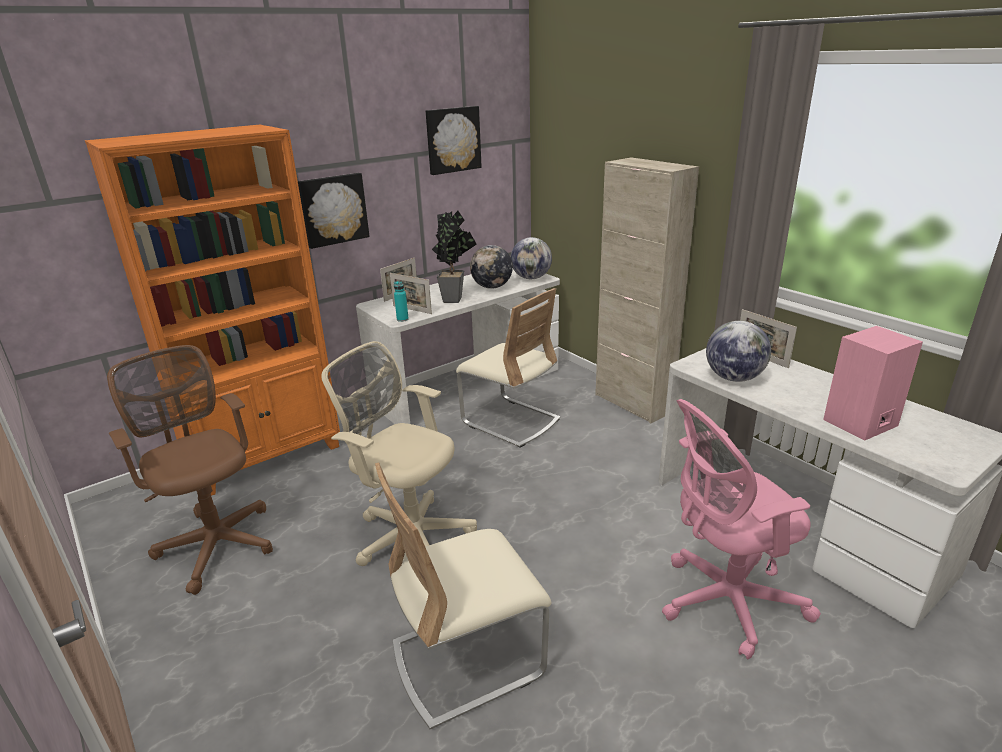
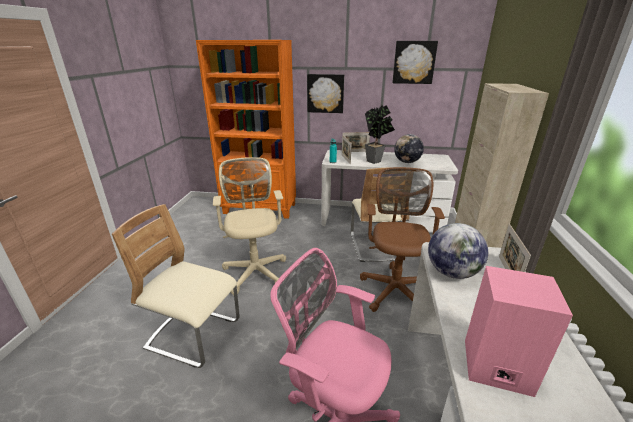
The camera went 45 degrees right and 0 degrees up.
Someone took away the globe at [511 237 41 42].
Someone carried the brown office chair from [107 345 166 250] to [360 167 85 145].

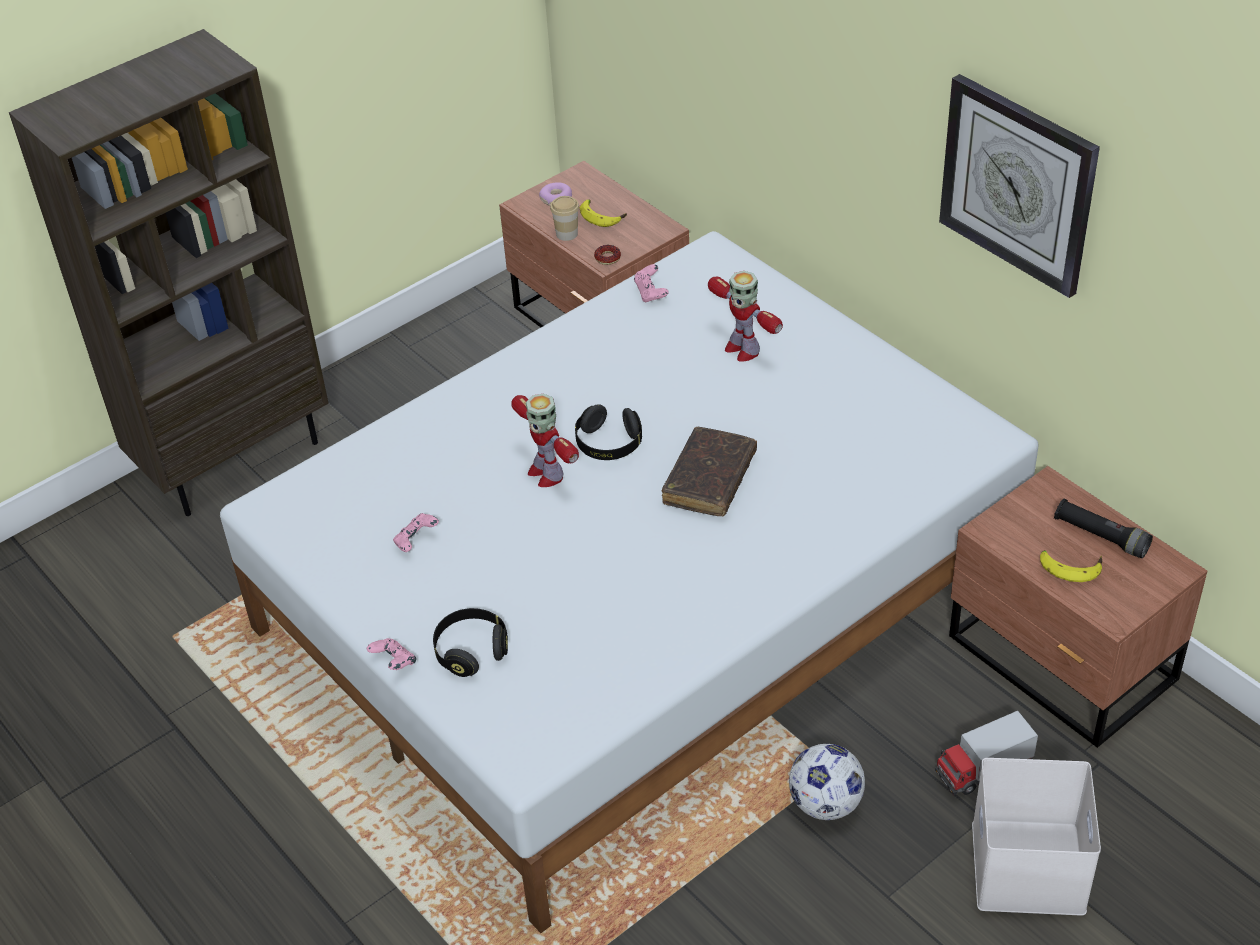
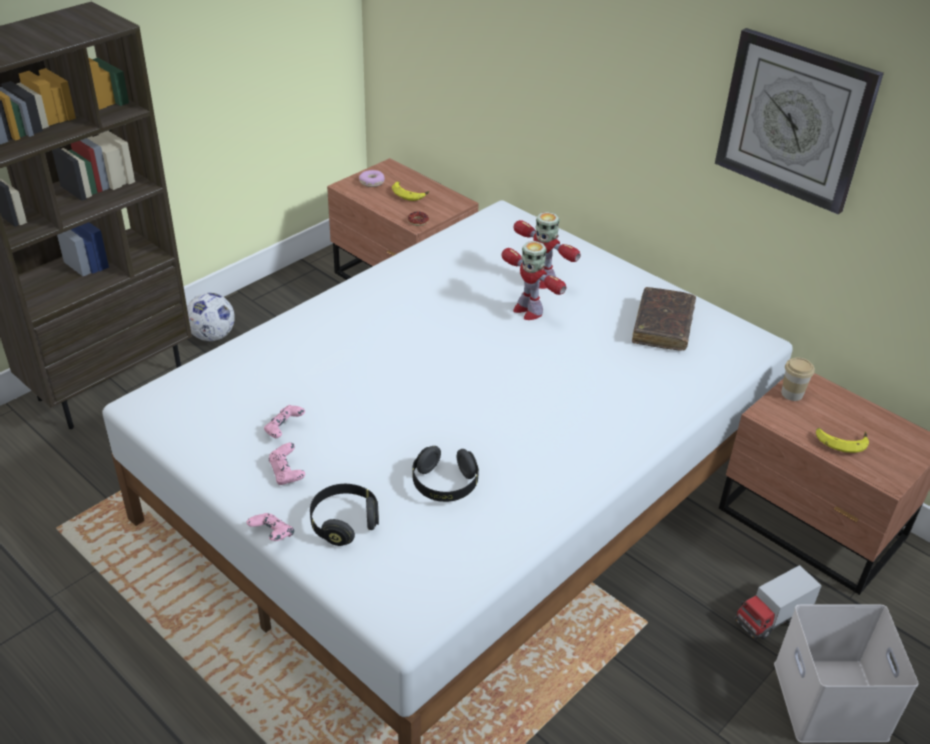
The camera went 10 degrees left and 5 degrees down.
Someone carried the cup from [550 196 29 45] to [781 358 34 43].
Someone carried the pink game controller from [634 264 35 38] to [269 443 36 42].
Someone carried the toy robot from [511 393 68 94] to [501 241 65 79].
Someone carried the black headphones from [575 404 67 56] to [412 446 67 56].
Someone carried the brown book from [662 427 95 89] to [632 287 64 63].
Someone took away the black flashlight at [1054 499 99 59].
Someone carried the football from [789 744 76 76] to [187 293 48 48].

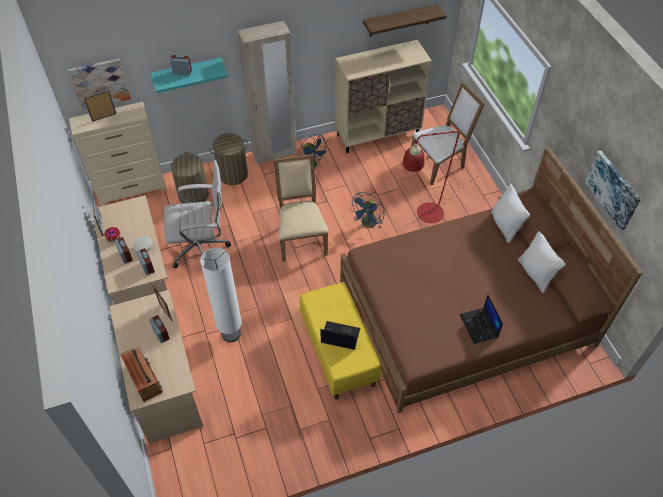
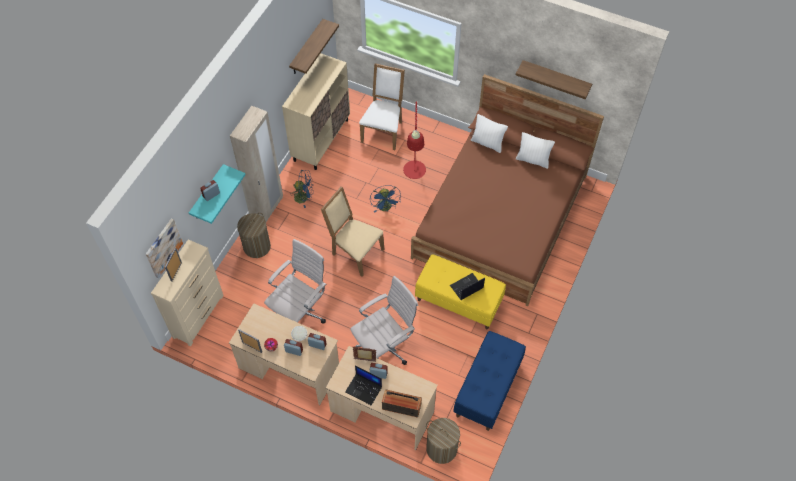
The camera went 45 degrees left and 5 degrees up.
Someone swapped the picture at [585 151 56 80] for the shelf at [516 60 76 39].
Someone carried the laundry basket from [171 152 38 52] to [426 418 35 46].
Someone swapped the white floor lamp at [200 248 42 94] for the white office chair at [350 276 68 89].
Someone carried the laptop from [460 295 43 49] to [345 365 37 40].
Someone put down the blue bench at [453 331 73 100].

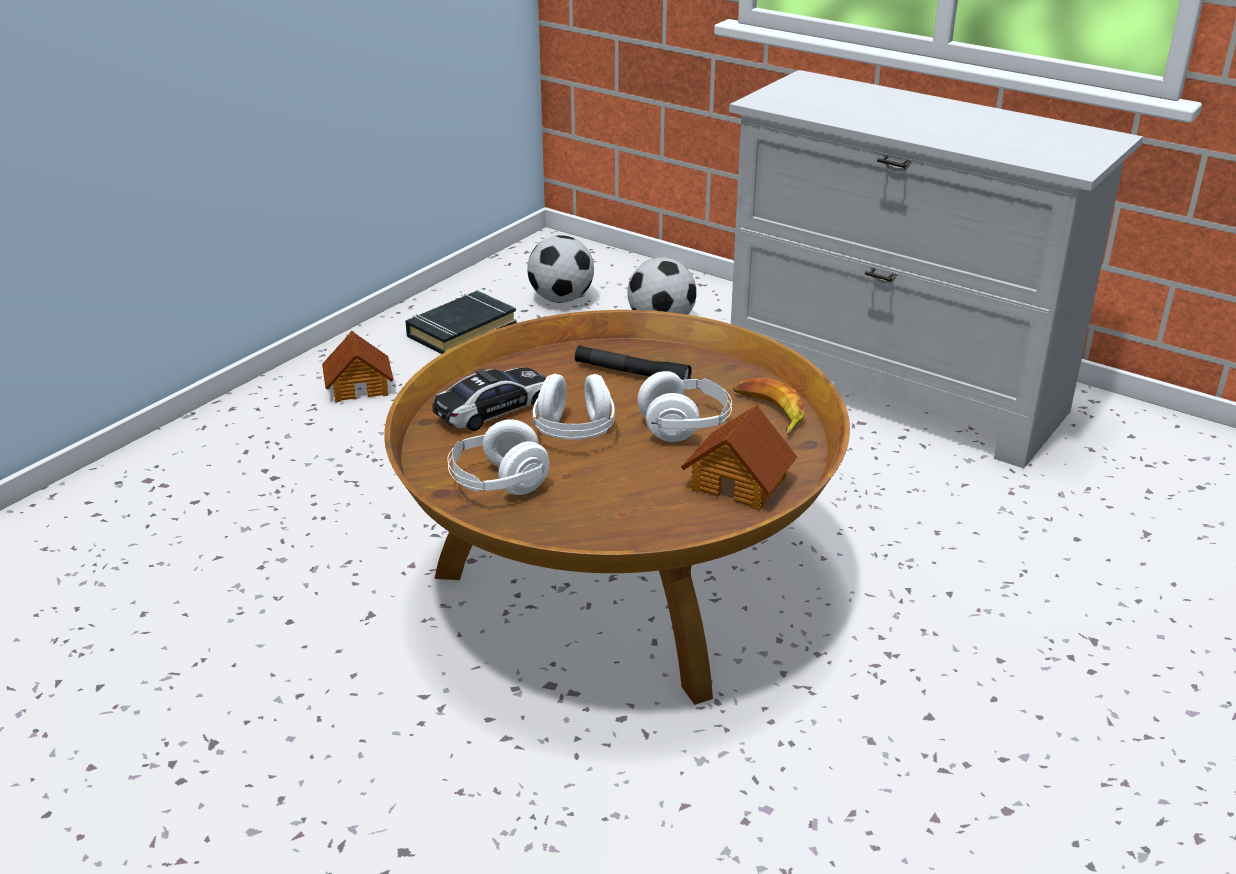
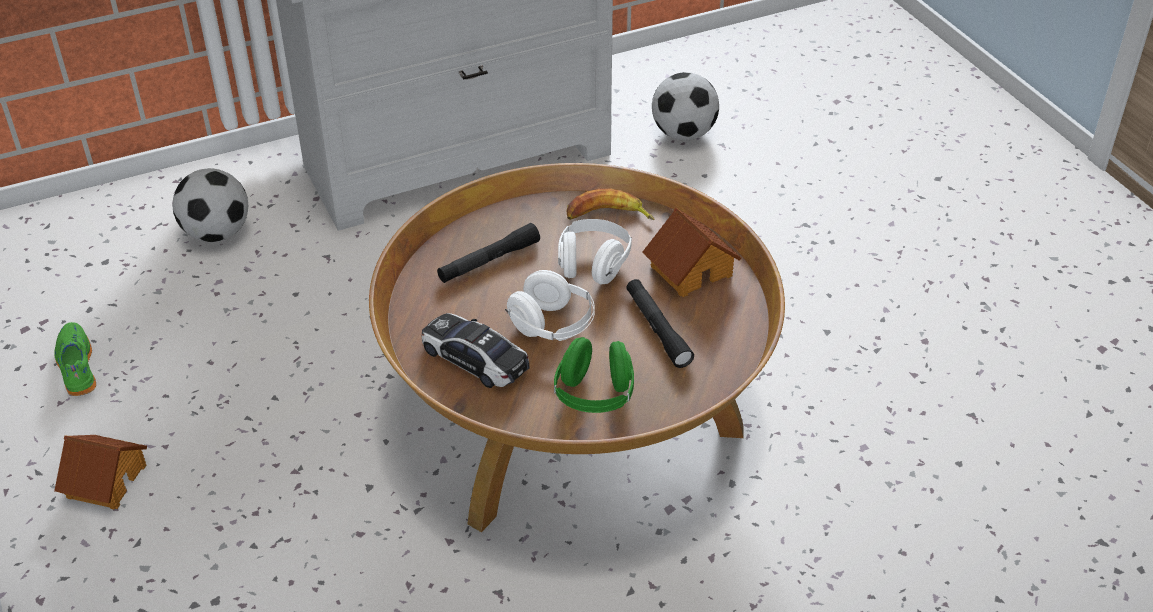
The camera went 60 degrees left and 10 degrees up.
Someone carried the football from [527 235 67 68] to [652 72 67 68].
Someone swapped the black book at [405 291 112 63] for the green shoe at [54 322 42 74].
Someone rotated the toy car at [432 367 114 64] by 45 degrees counterclockwise.
Someone repainted the white headphones at [447 419 103 76], which became the green headphones at [554 337 80 76].
Someone put down the black flashlight at [626 279 68 89].

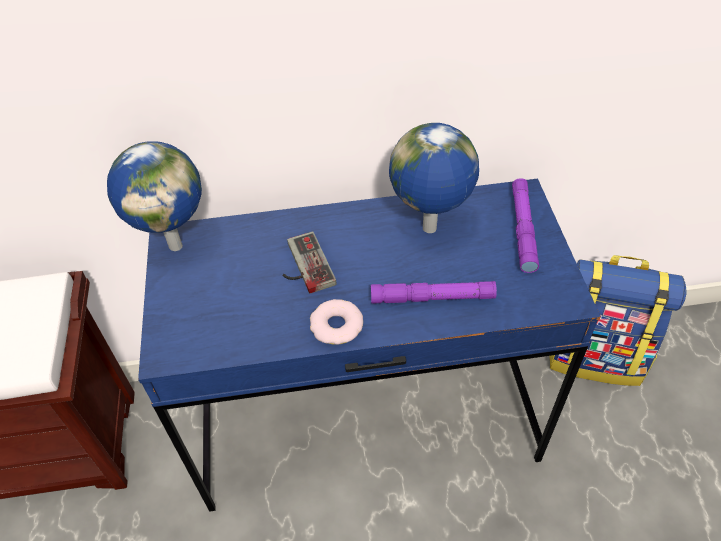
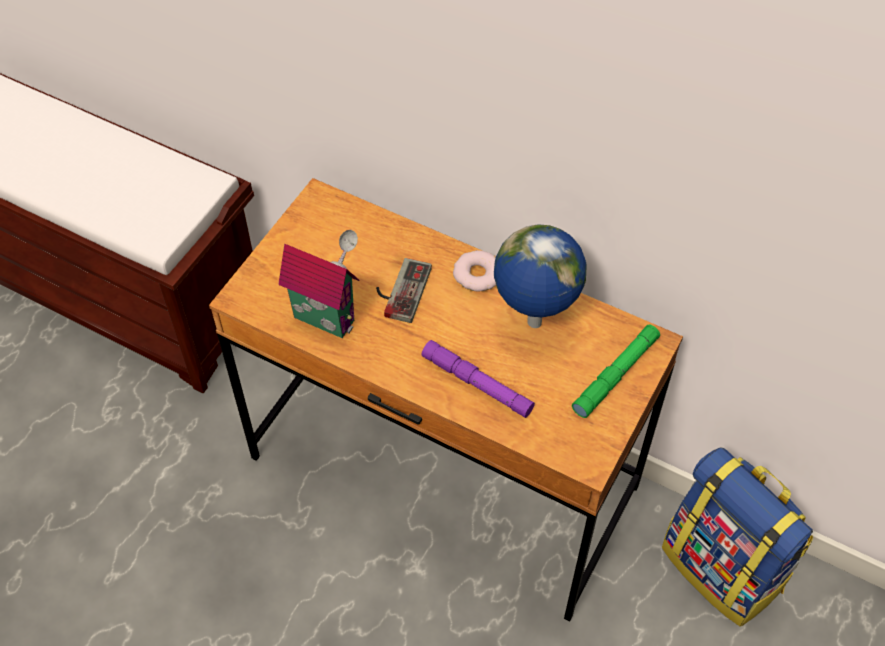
The camera went 35 degrees right and 5 degrees up.
Someone took away the globe at [107 141 95 110].
Someone repainted the purple flashlight at [512 178 27 95], which became the green flashlight at [572 325 88 93].
Someone repainted the blue desk at [138 179 463 332], which became the brown desk at [209 178 474 443].
Someone carried the donut from [310 299 53 46] to [453 250 43 42].
Someone put down the toy house at [278 230 82 108].

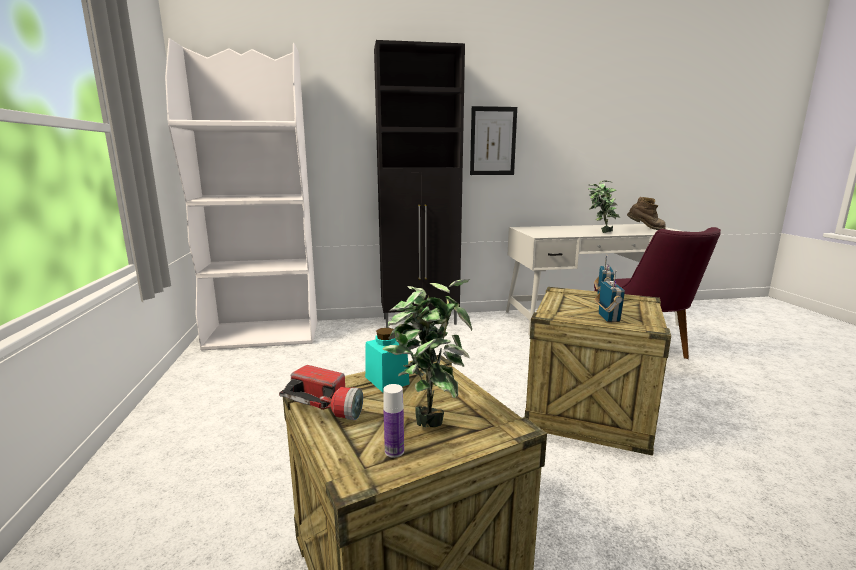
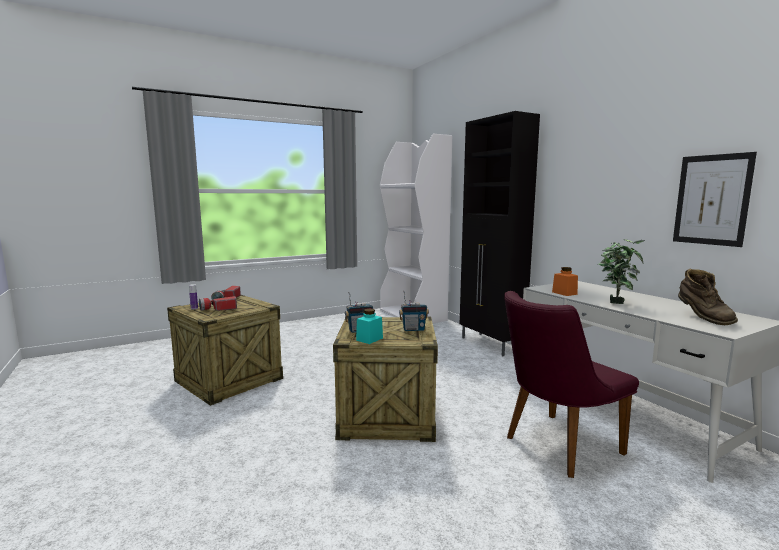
The camera went 70 degrees right and 5 degrees down.
Someone carried the picture from [470 106 47 69] to [673 152 84 95].
Someone swapped the potted plant at [382 279 90 148] for the flashlight at [199 296 38 15].
Someone carried the turquoise jar from [365 328 44 64] to [356 309 27 35].
Someone put down the orange jar at [552 267 26 29].

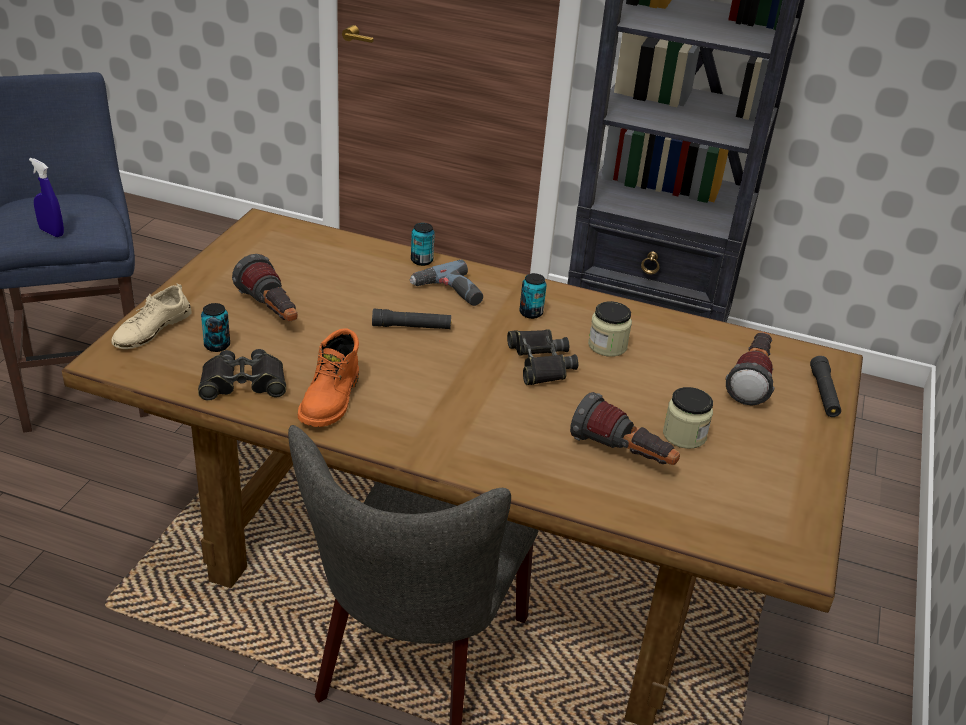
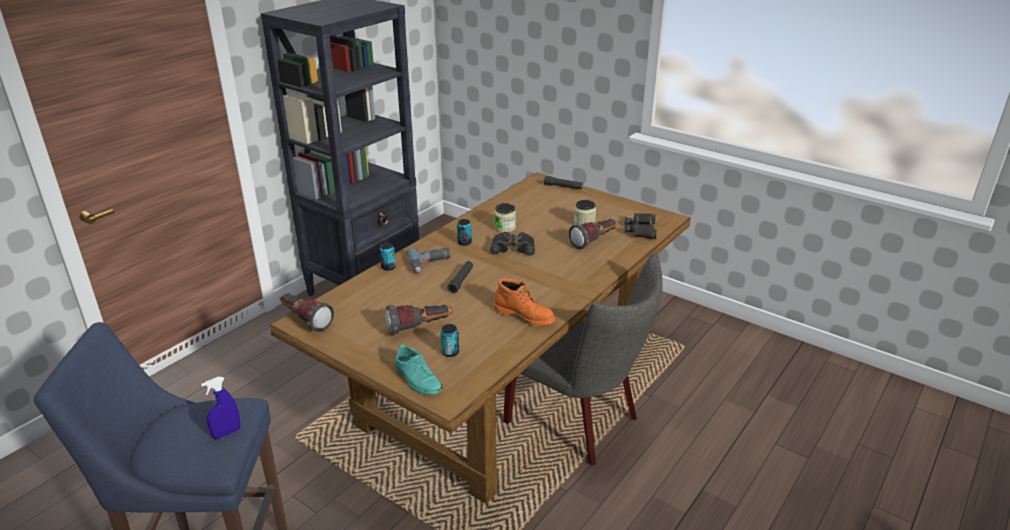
The camera went 70 degrees left and 5 degrees down.
Someone repainted the beige shoe at [111 283 81 66], which became the turquoise shoe at [395 344 47 51].
Someone carried the flashlight from [725 331 50 75] to [279 293 55 39].
Someone carried the black binoculars from [198 349 88 52] to [625 213 32 26].

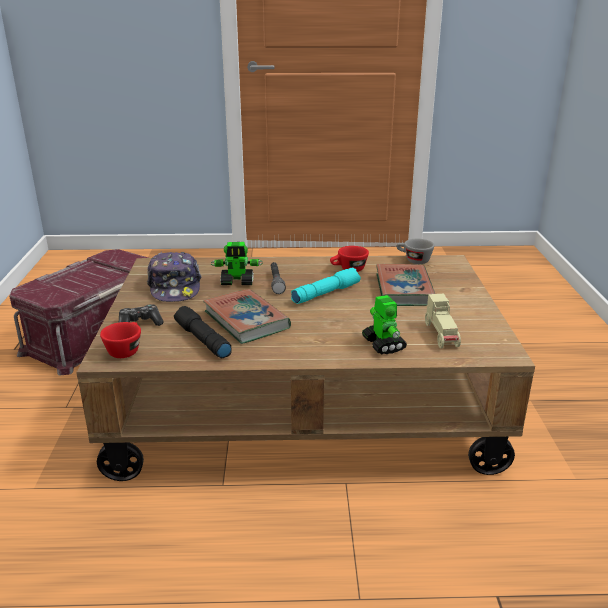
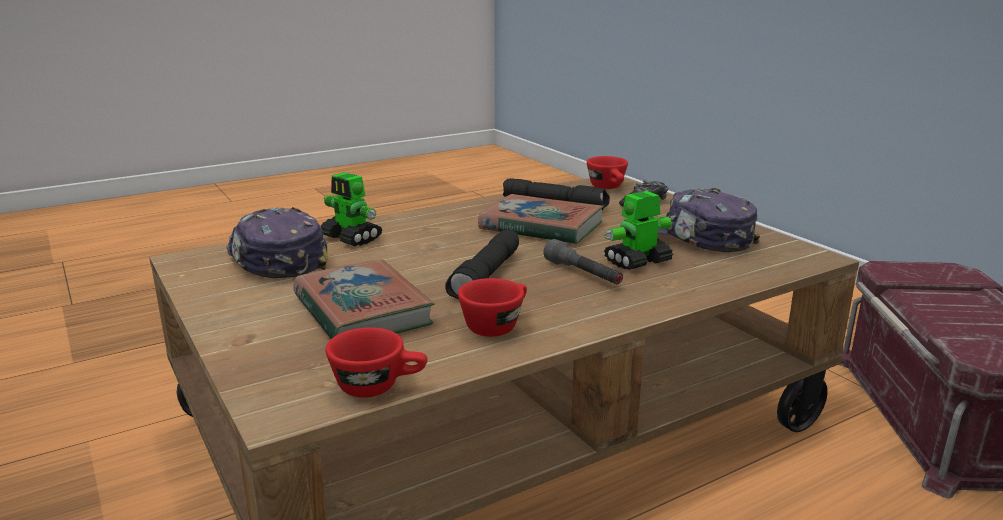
The camera went 150 degrees right and 5 degrees down.
Someone repainted the grey cup at [396 239 39 25], which became the red cup at [326 327 102 71].
Someone repainted the turquoise flashlight at [291 268 70 36], which became the black flashlight at [445 230 74 69].
Someone swapped the beige toy car at [425 294 36 54] for the cap at [226 207 102 71].

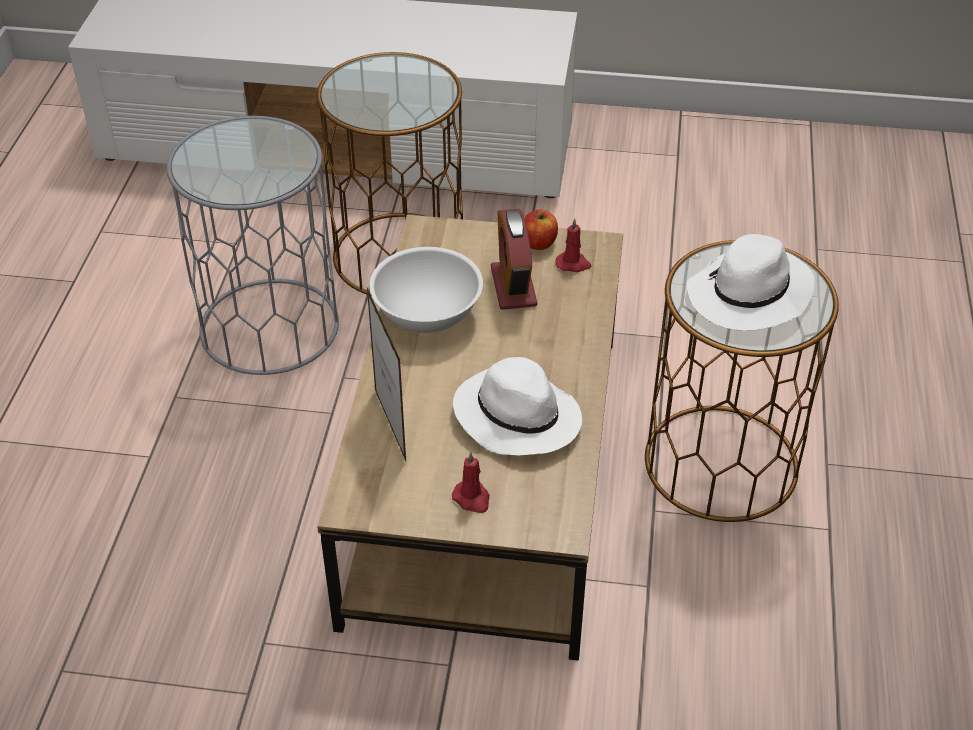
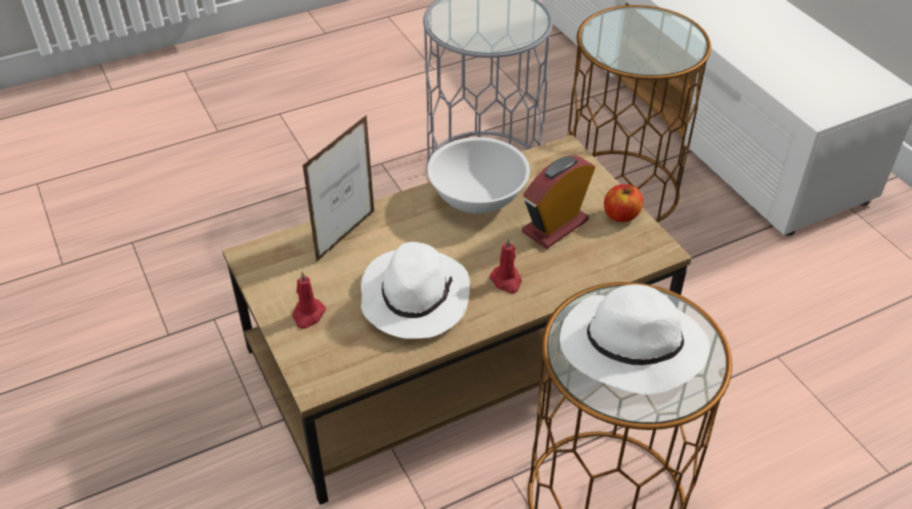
The camera went 55 degrees right and 0 degrees up.
Someone carried the red candle from [556 218 35 54] to [489 237 33 57].

